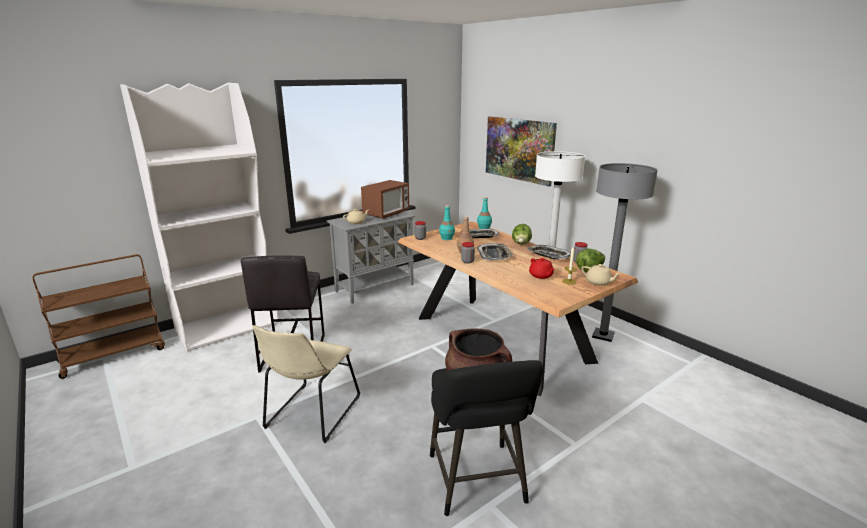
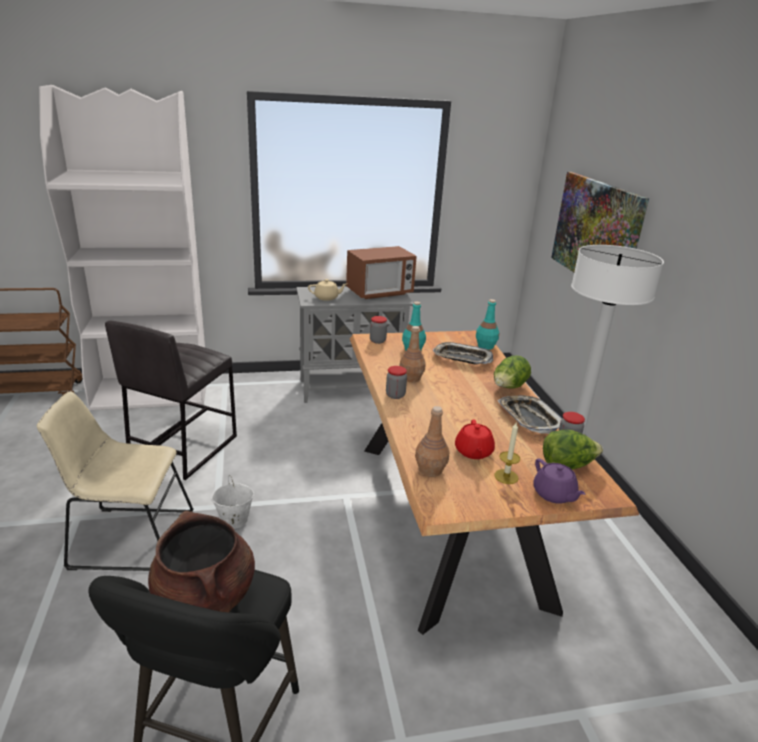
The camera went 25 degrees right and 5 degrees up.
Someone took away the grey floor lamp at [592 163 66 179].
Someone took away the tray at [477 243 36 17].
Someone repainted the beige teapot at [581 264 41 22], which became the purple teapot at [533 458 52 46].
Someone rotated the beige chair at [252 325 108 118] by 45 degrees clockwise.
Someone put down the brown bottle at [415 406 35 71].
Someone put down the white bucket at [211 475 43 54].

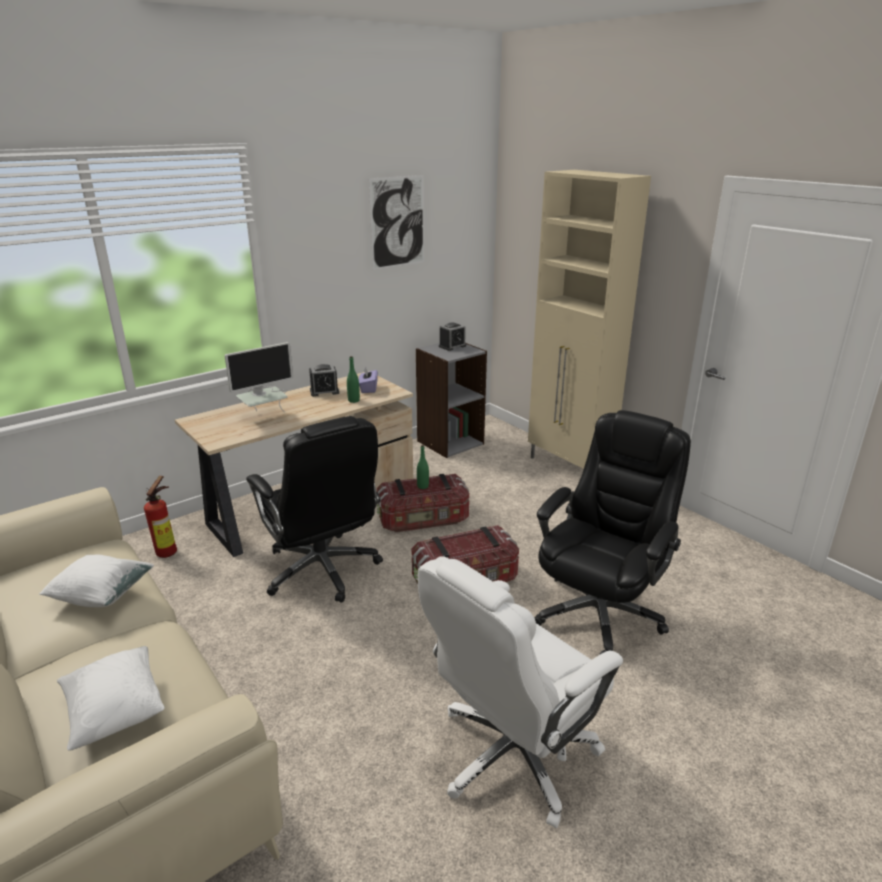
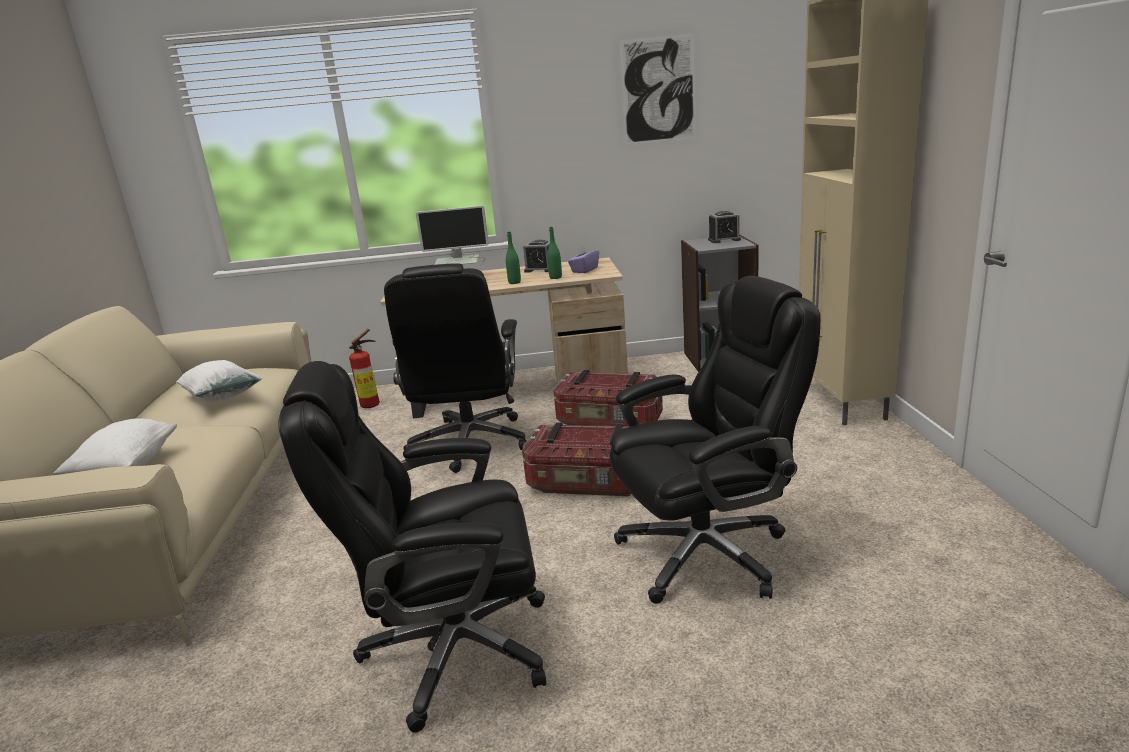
The camera went 35 degrees right and 5 degrees down.
Someone carried the green bottle from [417 445 12 44] to [506 232 15 52].
Someone repainted the white office chair at [418 556 205 272], which became the black office chair at [278 361 268 372].

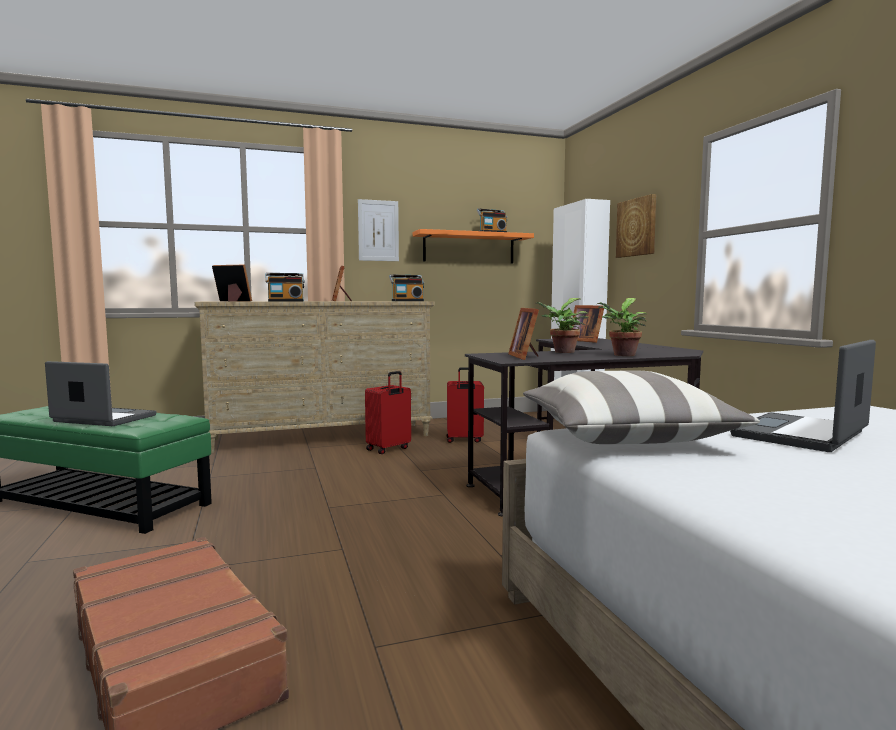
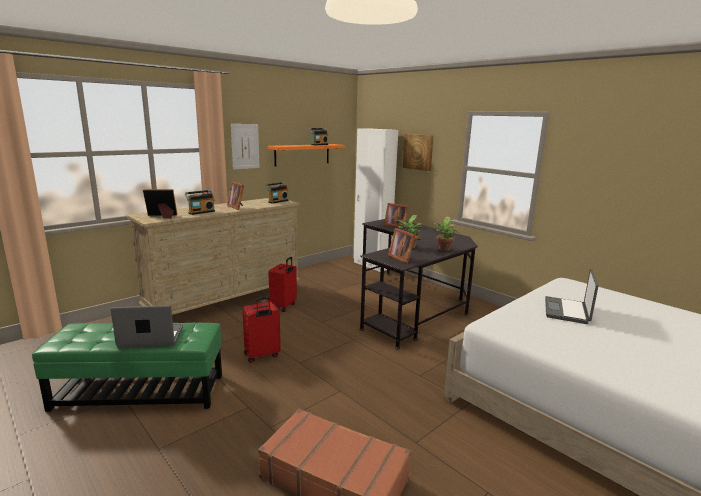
The camera went 25 degrees left and 10 degrees up.
Someone carried the red suitcase from [446 367 38 76] to [242 297 39 65].
Someone took away the pillow at [523 371 237 73].

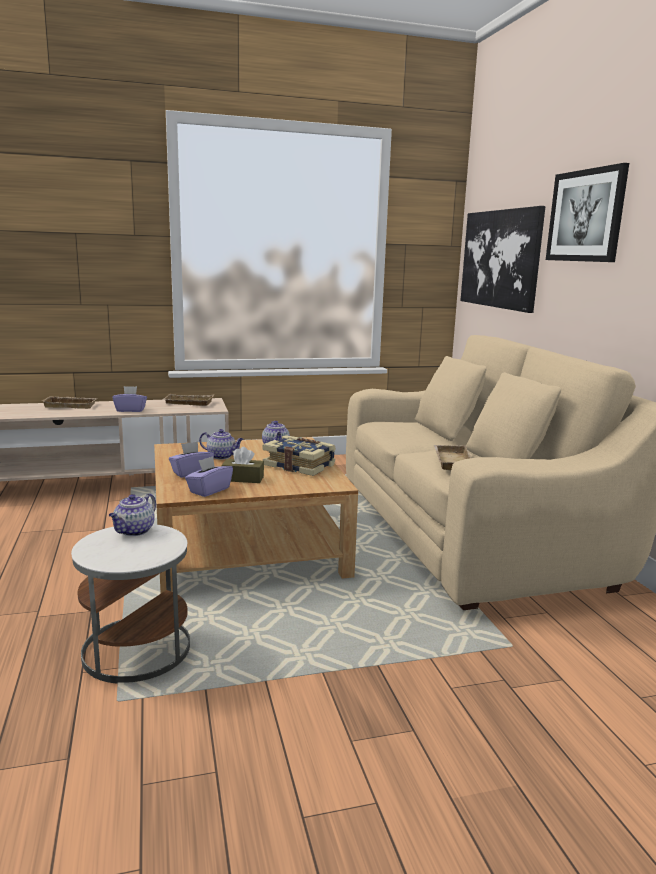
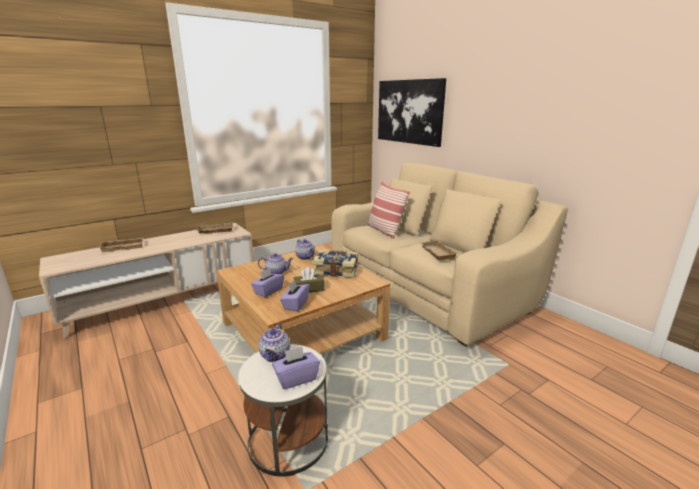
The camera went 20 degrees left and 5 degrees up.
Someone took away the picture at [546 163 83 99].
Someone carried the purple tissue box from [112 386 35 26] to [272 346 48 43].
Someone put down the pillow at [368 181 42 57].

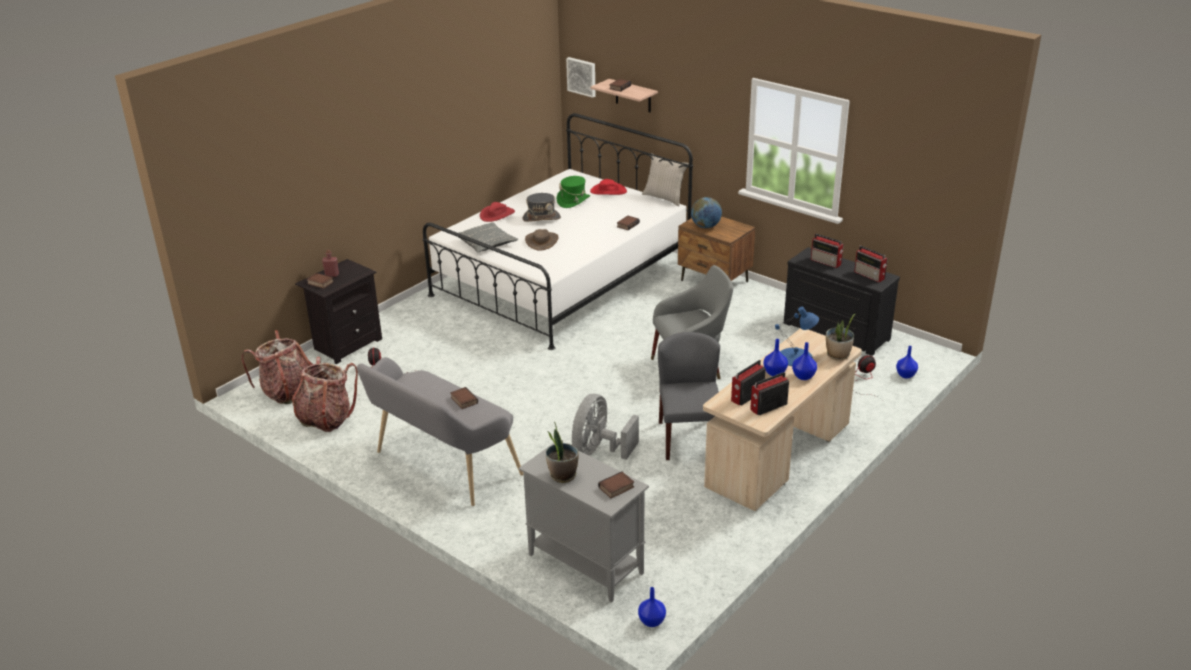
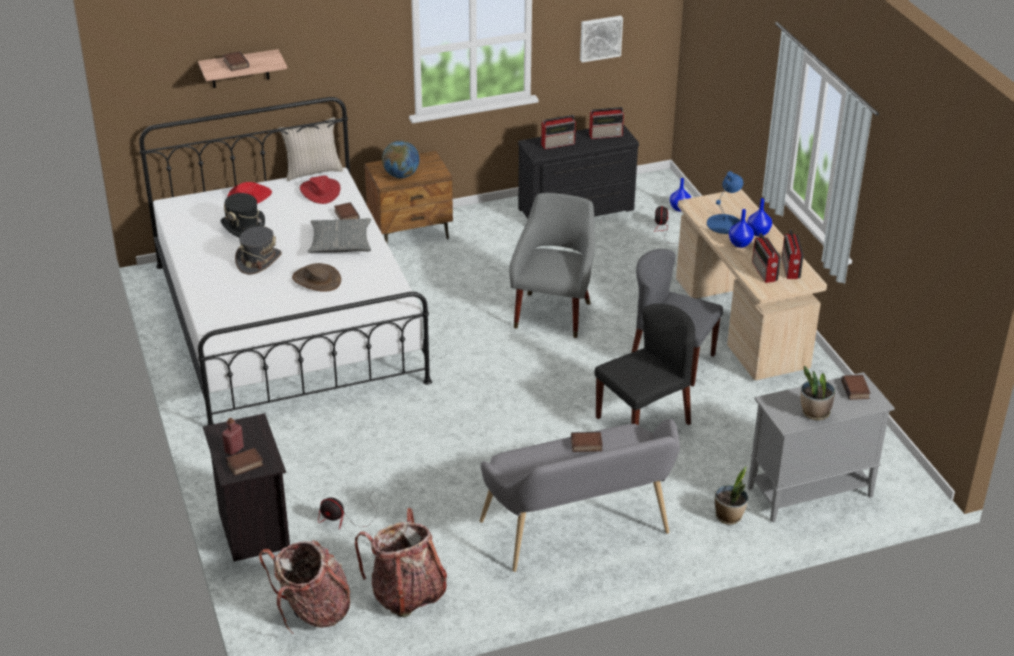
The camera went 60 degrees left and 5 degrees up.
Someone carried the picture from [566 57 30 41] to [580 16 43 46].
Someone repainted the green hat at [557 176 33 32], which became the black hat at [220 193 45 44].
Someone carried the red hat from [480 202 35 20] to [300 176 40 28].
Someone carried the grey pillow from [459 222 59 31] to [308 218 63 35].
Someone carried the potted plant from [826 314 29 46] to [715 466 33 59].
Someone swapped the grey fan at [572 394 67 66] for the black chair at [594 304 101 122].
Someone took away the blue vase at [638 587 28 40].

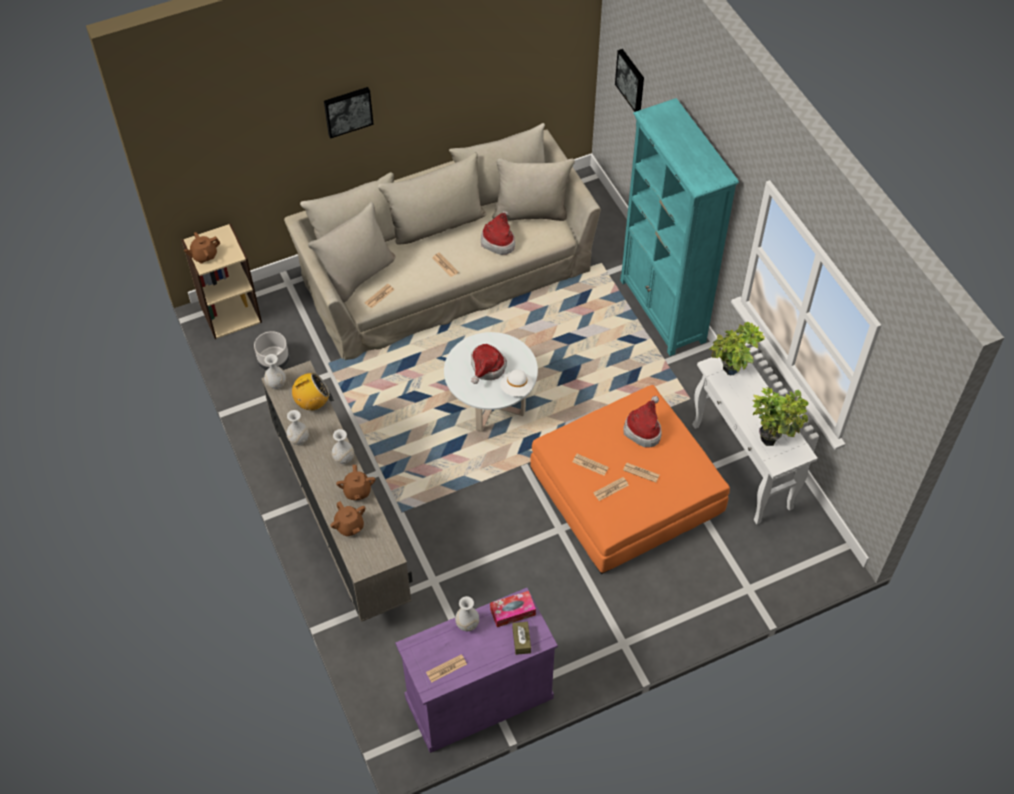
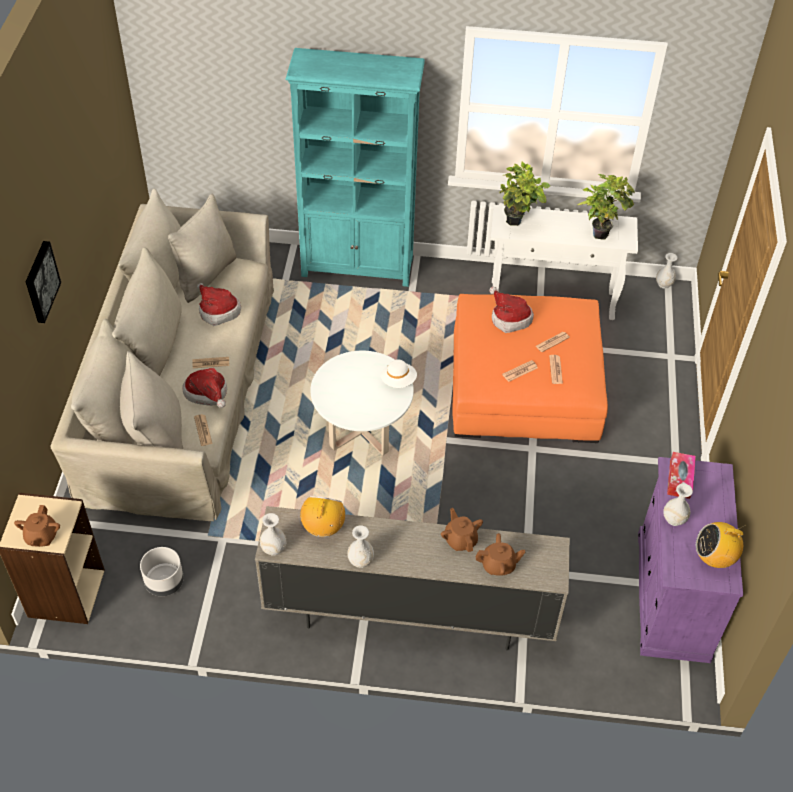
The camera went 60 degrees left and 5 degrees down.
Someone took away the picture at [615 49 29 63].
Someone carried the hat from [471 344 36 40] to [182 368 45 40].
Someone carried the white vase from [332 429 22 35] to [656 253 22 36].
Someone rotated the brown teapot at [336 465 39 35] by 135 degrees counterclockwise.
Someone took away the brown tissue box at [513 622 18 33].
Someone swapped the newspaper at [426 654 41 29] for the radio at [696 522 50 46].

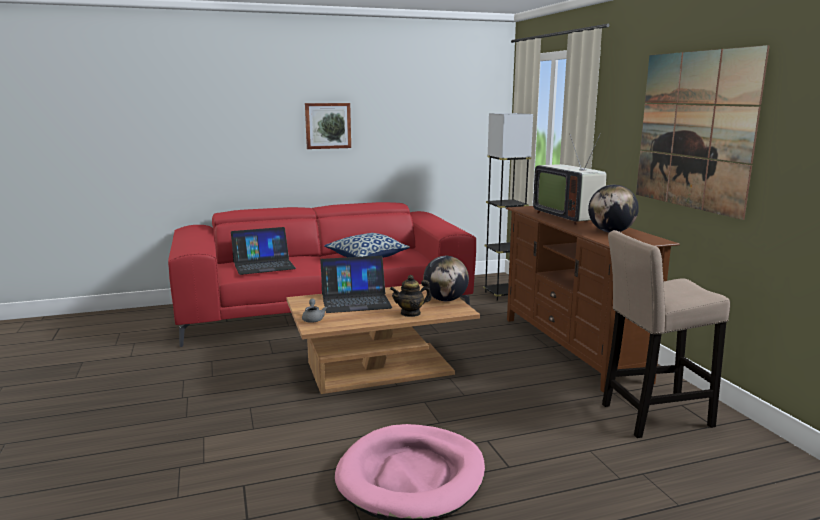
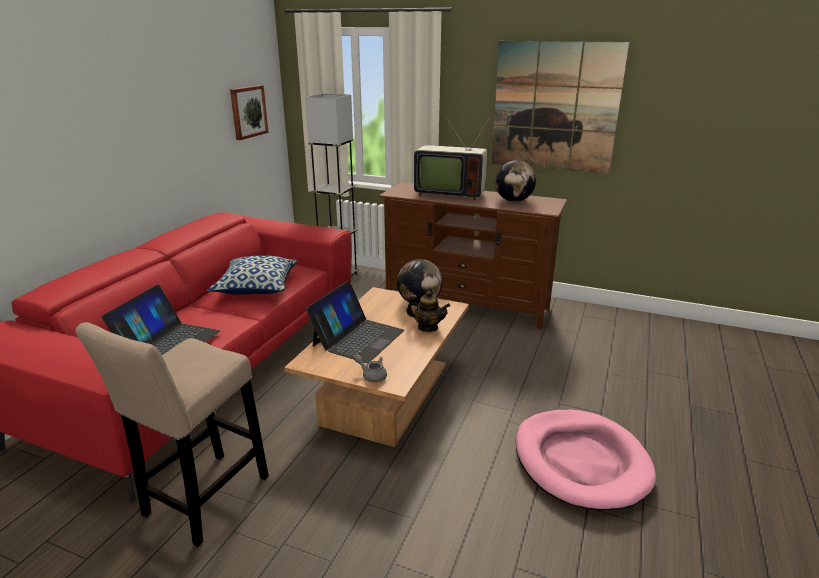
The camera went 50 degrees left and 10 degrees up.
Someone carried the picture from [305 103 46 46] to [230 85 39 55].
Someone carried the beige stool from [602 230 128 208] to [75 322 194 225].
Someone rotated the teapot at [390 275 42 42] by 90 degrees counterclockwise.

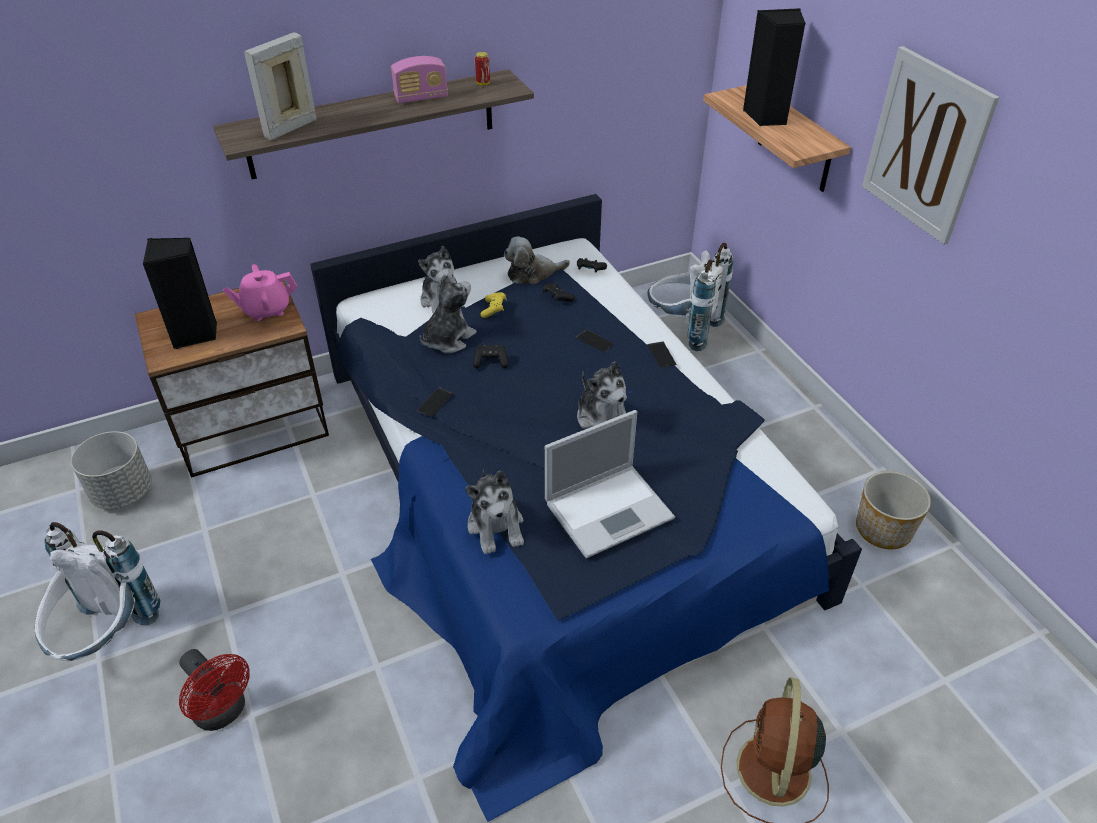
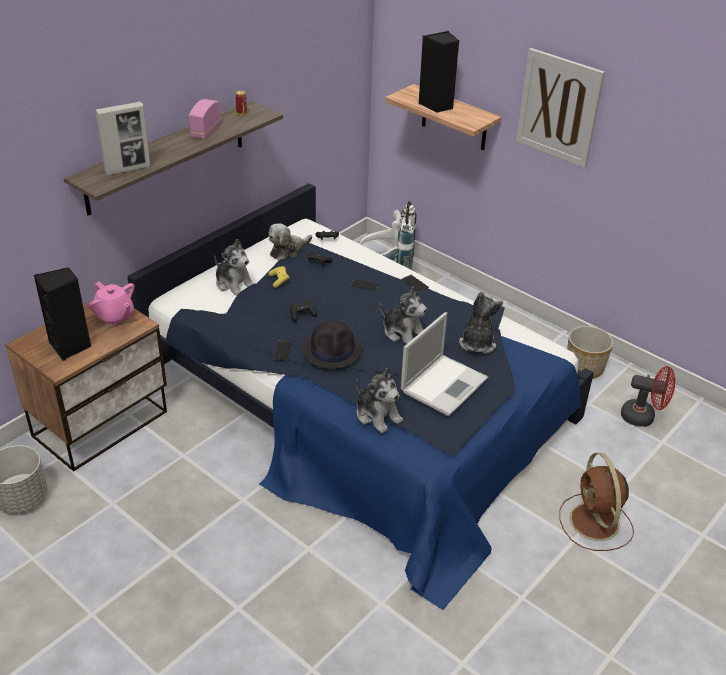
The camera went 25 degrees left and 5 degrees down.
Someone rotated the picture frame at [244 32 73 108] by 135 degrees counterclockwise.
Someone rotated the radio at [391 56 57 48] by 150 degrees clockwise.
Someone rotated the pink teapot at [223 264 74 57] by 90 degrees counterclockwise.
Someone carried the plush toy from [420 274 57 79] to [459 292 44 62].
Someone took away the white backpack at [35 522 125 139].
Someone carried the red fan from [179 649 71 82] to [621 366 54 61].
Someone put down the black hat at [302 320 61 49].

